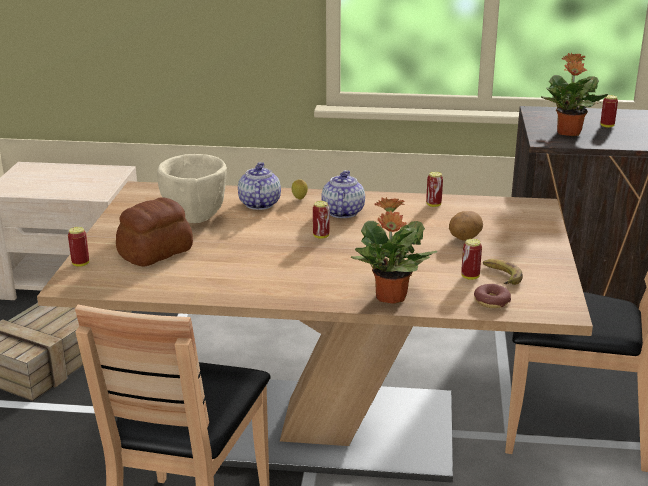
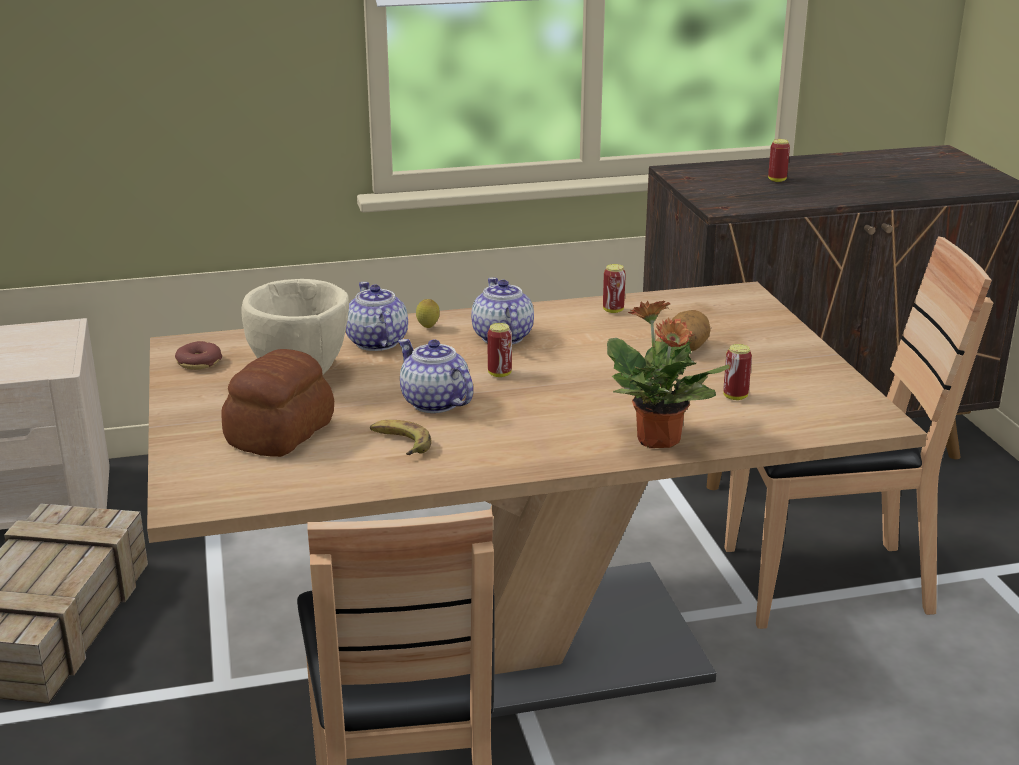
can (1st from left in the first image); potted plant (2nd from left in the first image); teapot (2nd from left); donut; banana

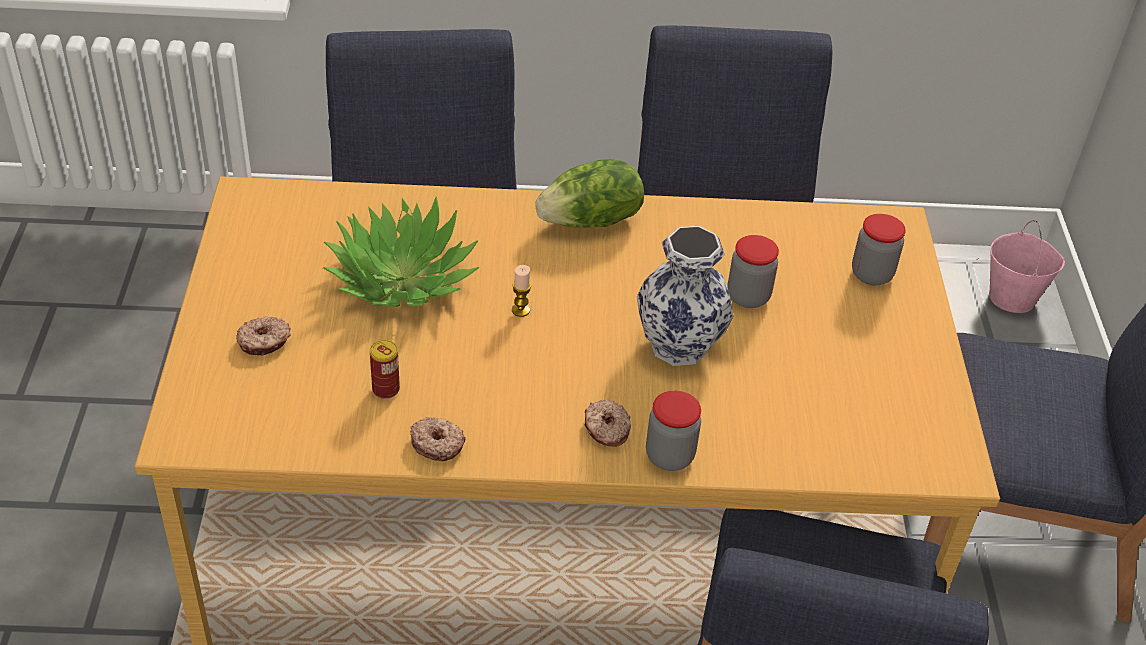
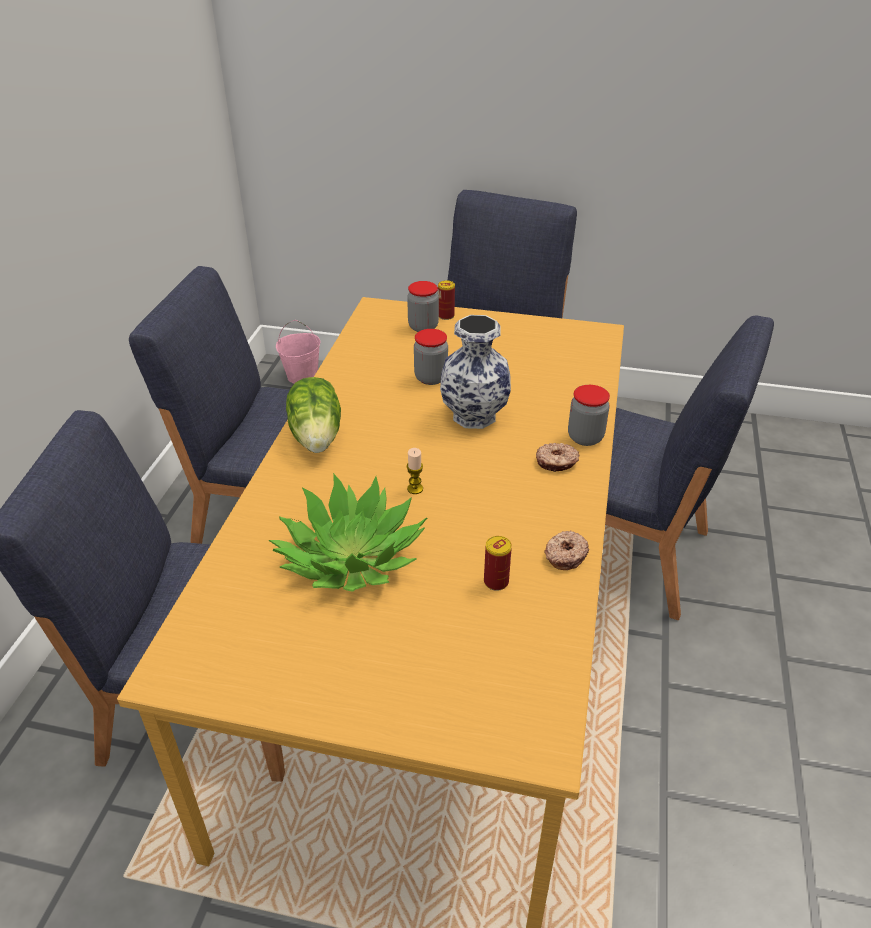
donut (1st from left in the first image); can (1st from left)

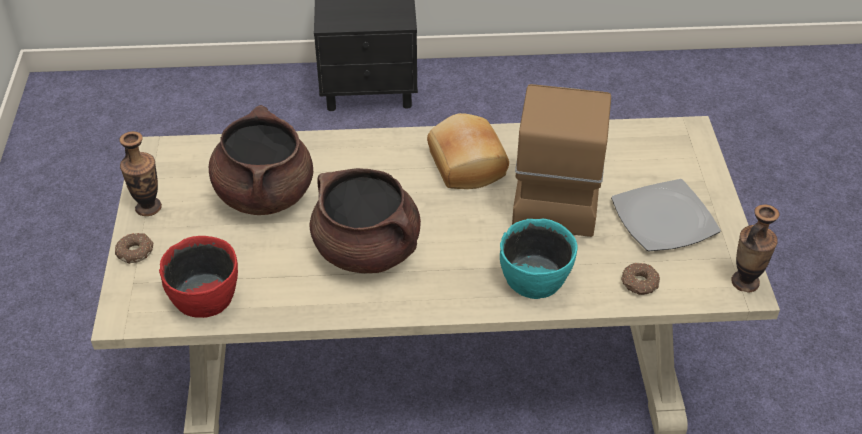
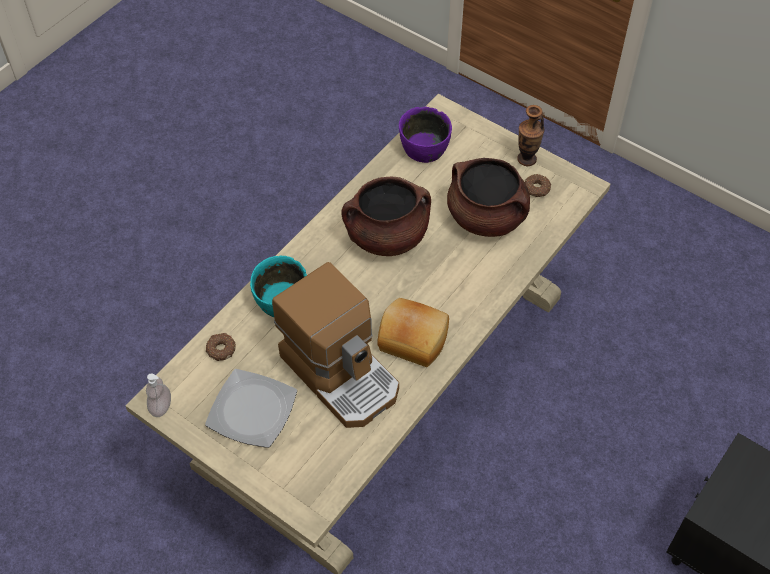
donut (2nd from left); soap dispenser; purple bowl

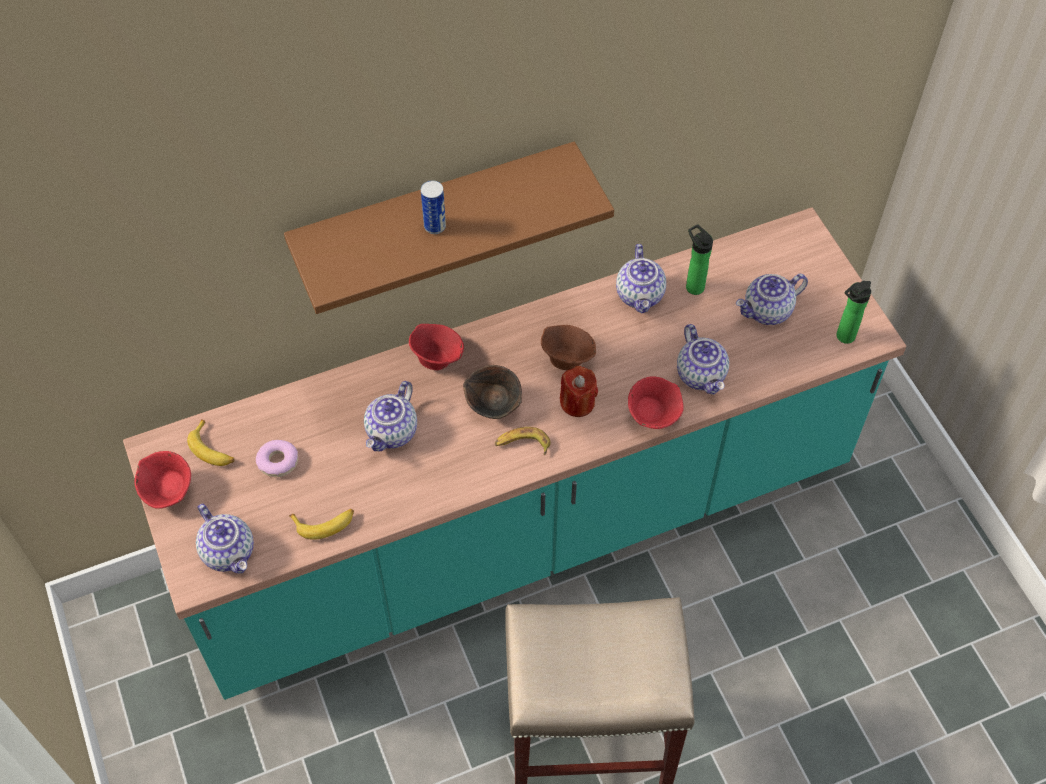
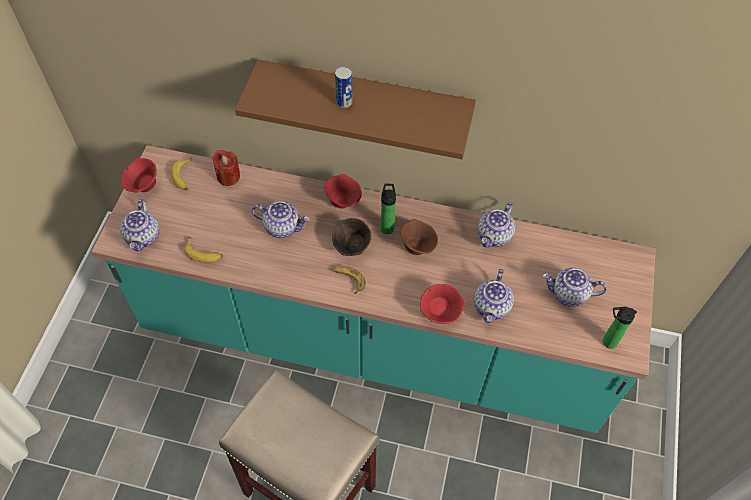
donut; red candle; bottle (1st from left); teapot (2nd from left)

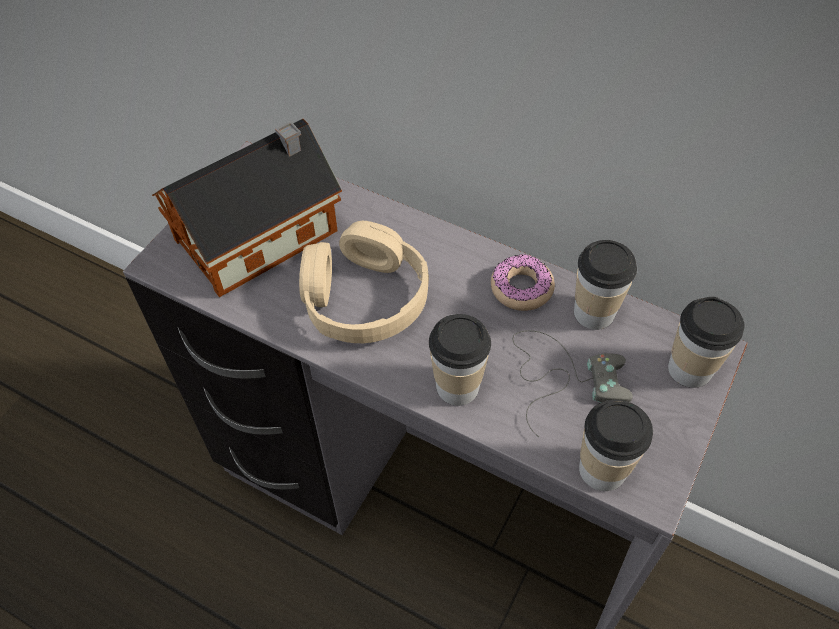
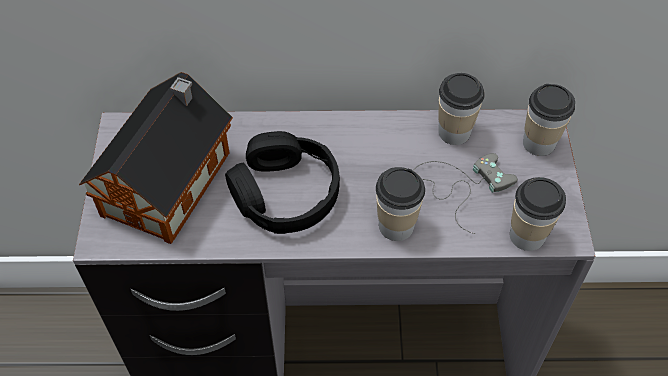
donut; black headphones

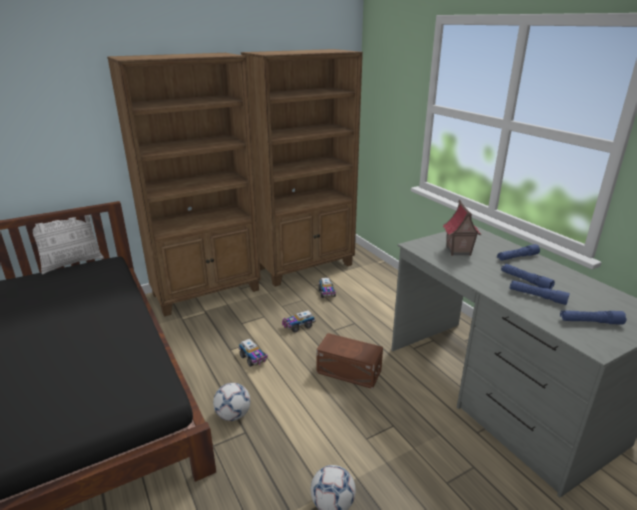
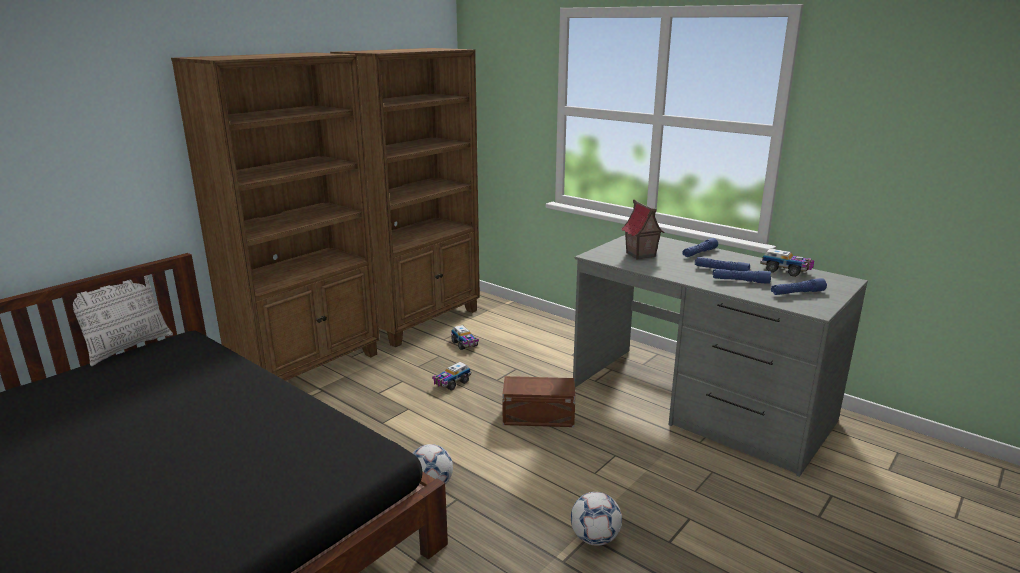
toy truck (3rd from left)

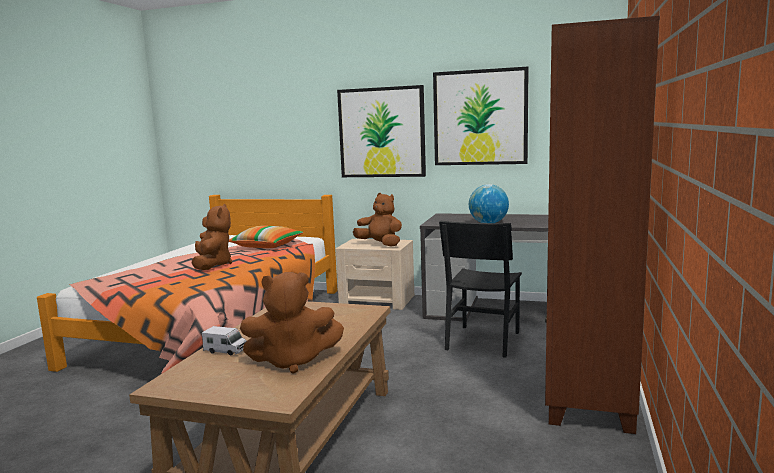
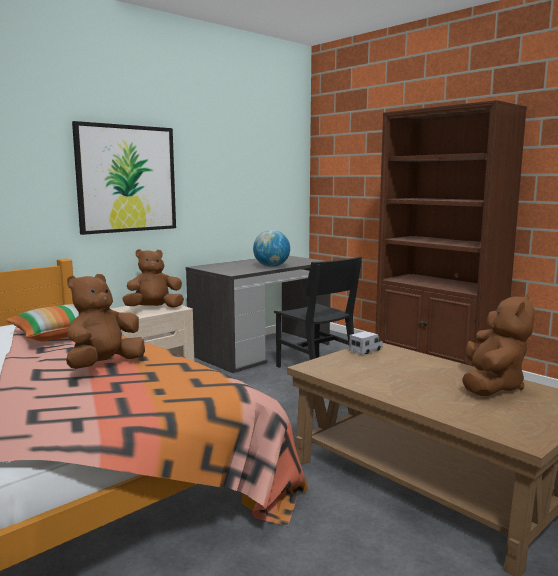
picture (2nd from left in the first image); toy truck; brown plush toy (1st from left)

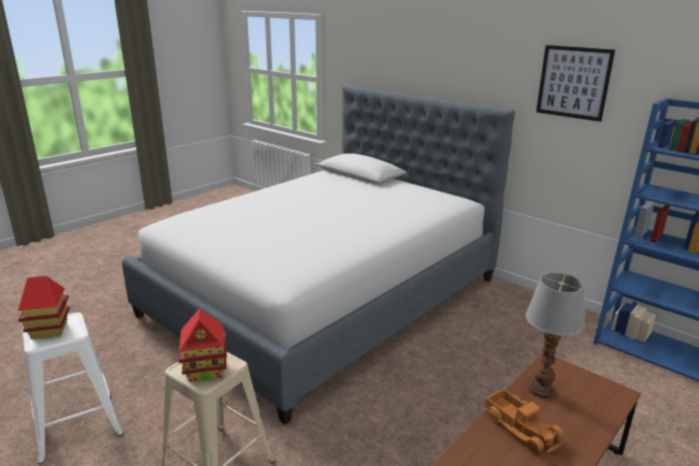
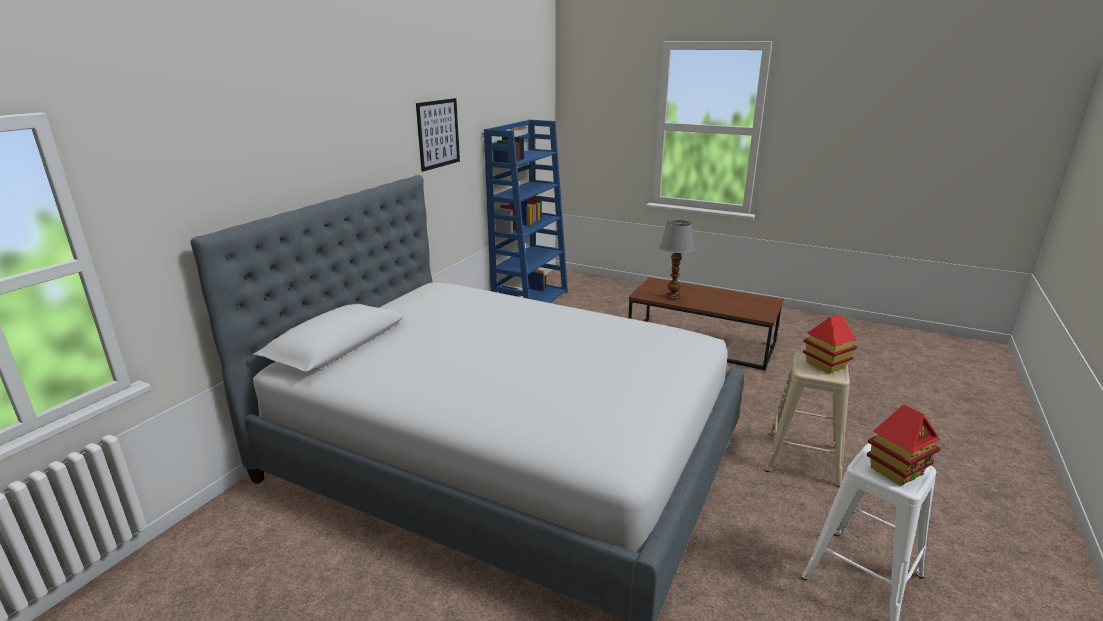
toy truck

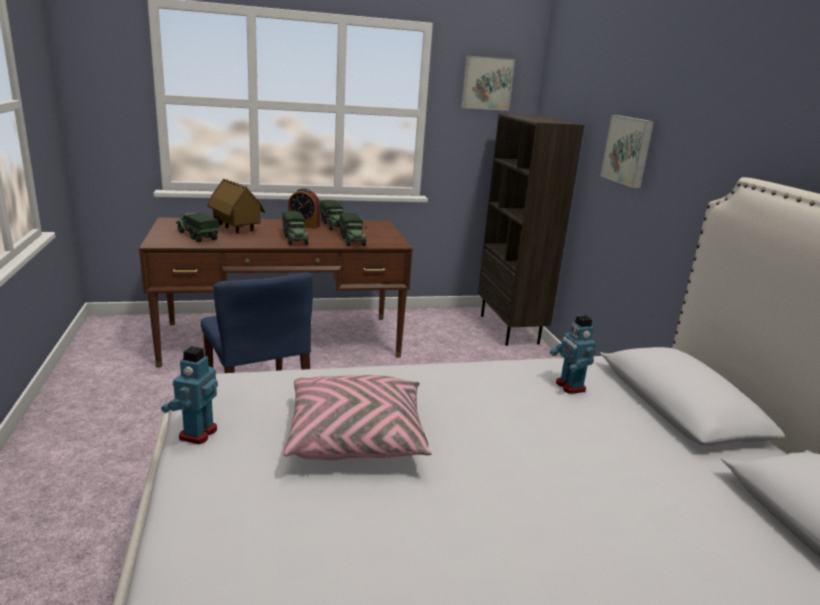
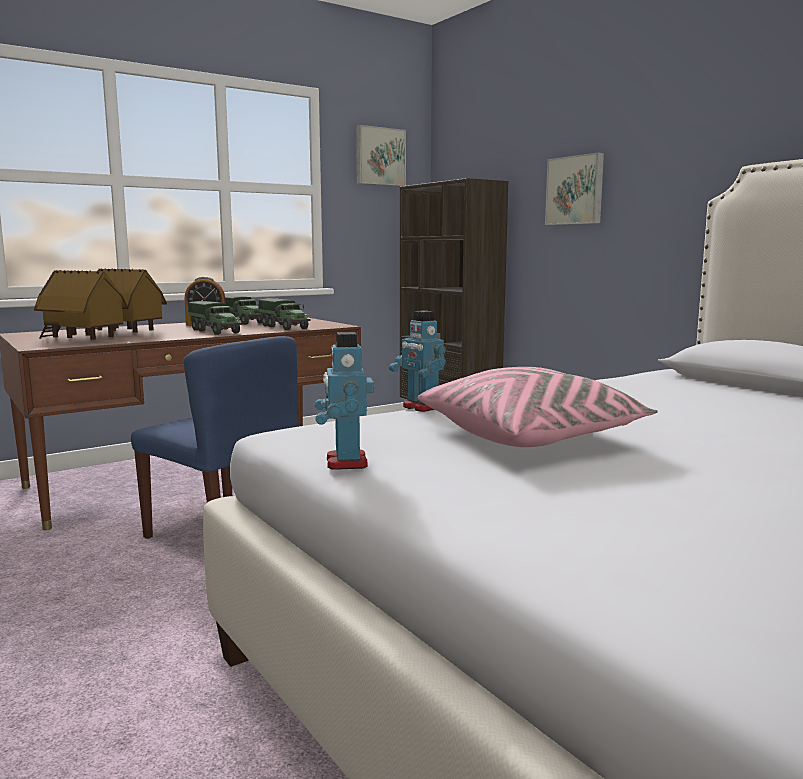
toy robot (2nd from left); toy house (1st from left)

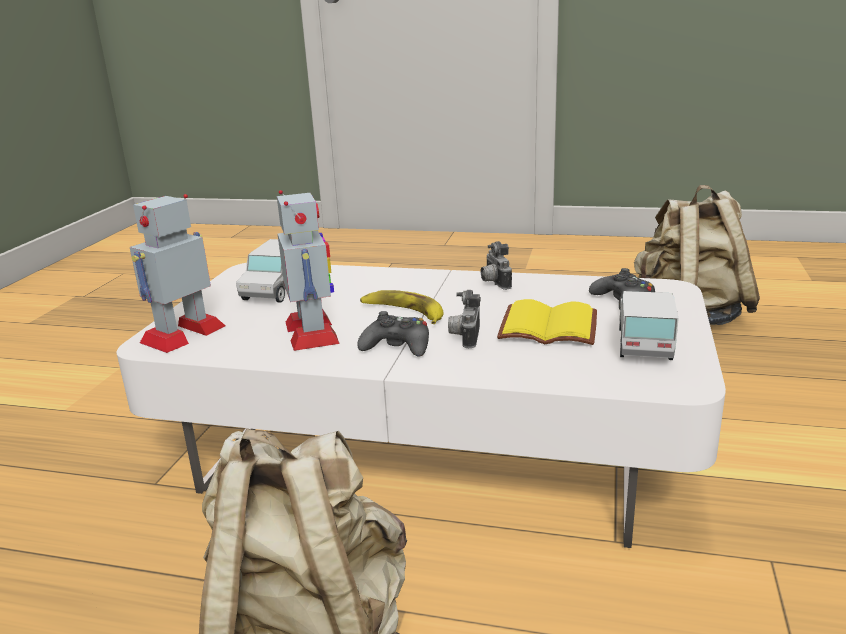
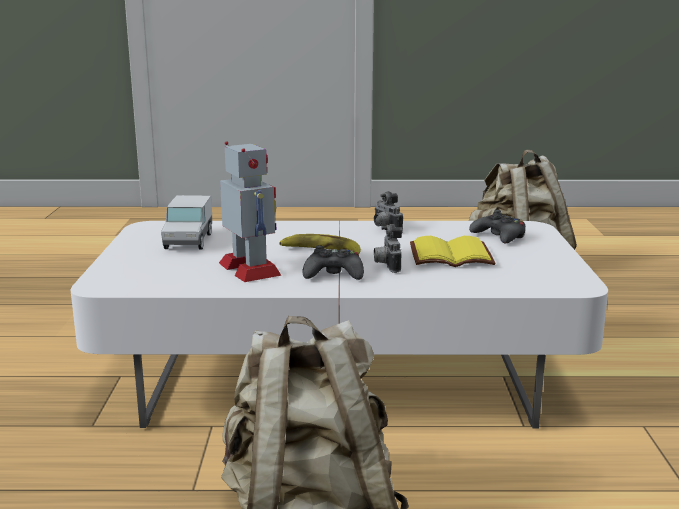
toy robot (1st from left in the first image); toy truck (2nd from left in the first image)

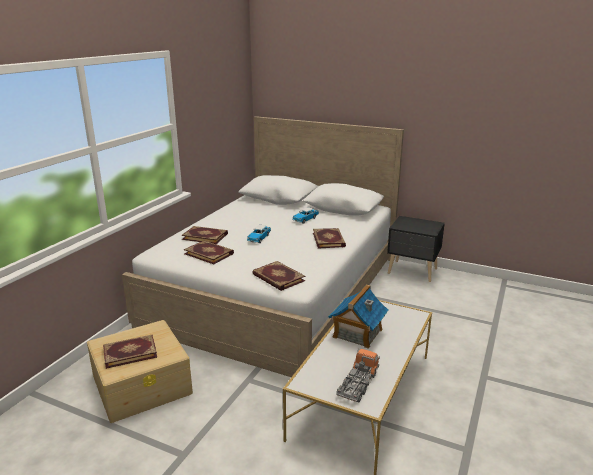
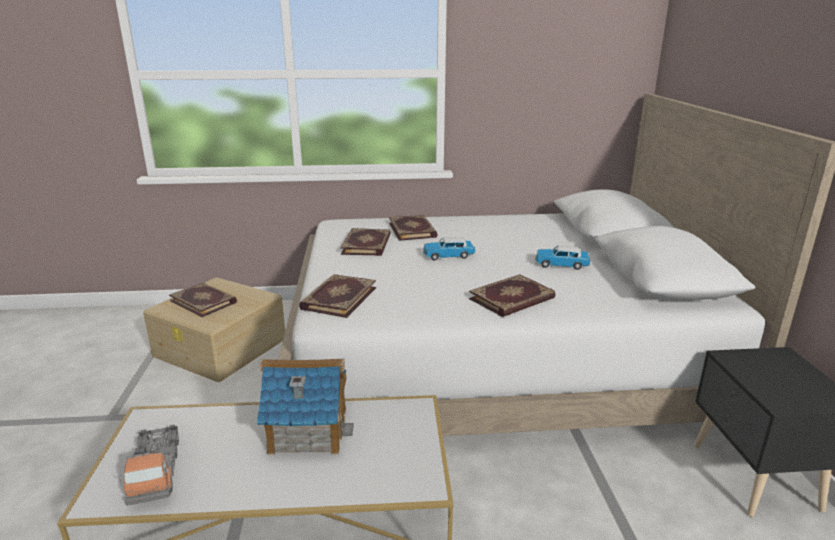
toy truck

